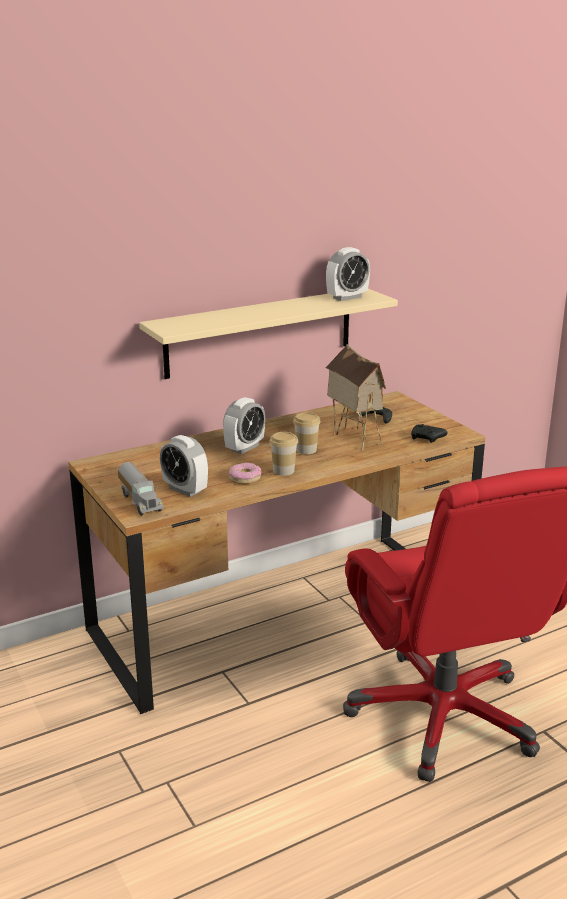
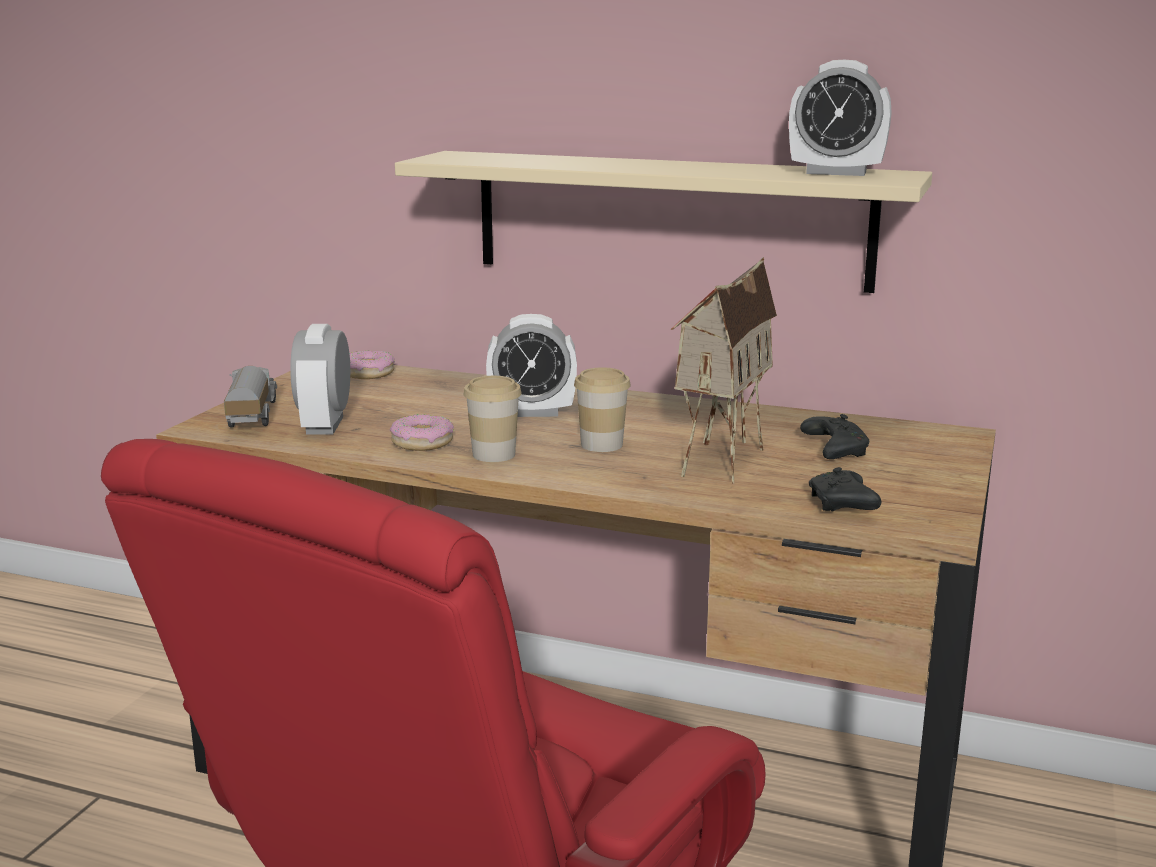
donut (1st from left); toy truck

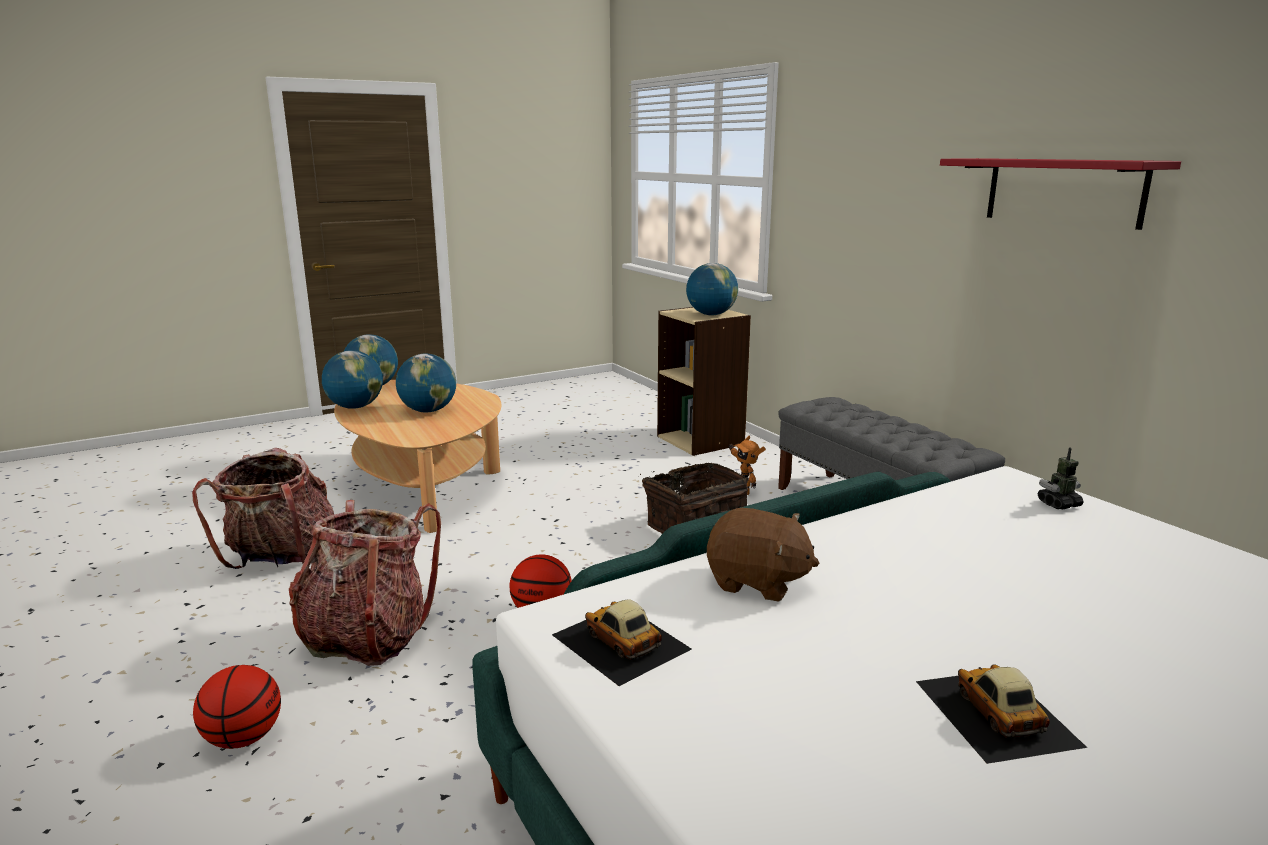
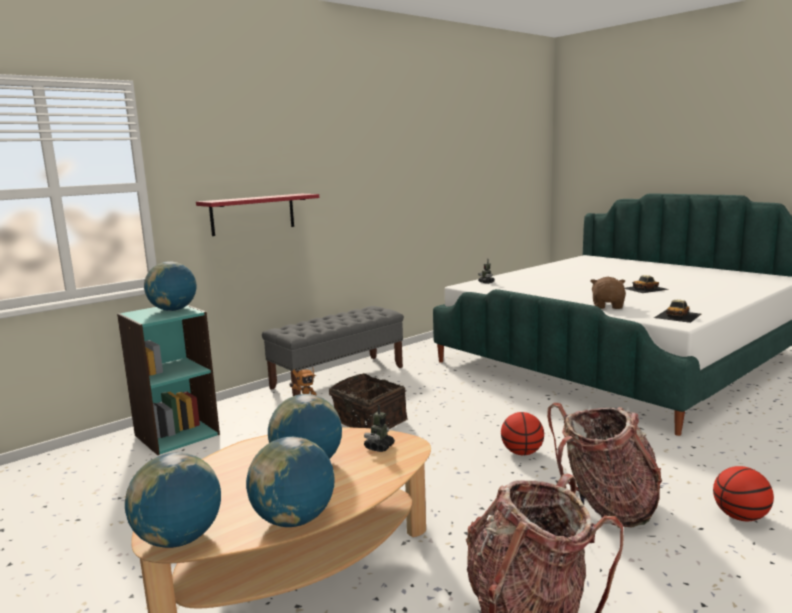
toy robot (2nd from left); red shelf; turquoise bookcase

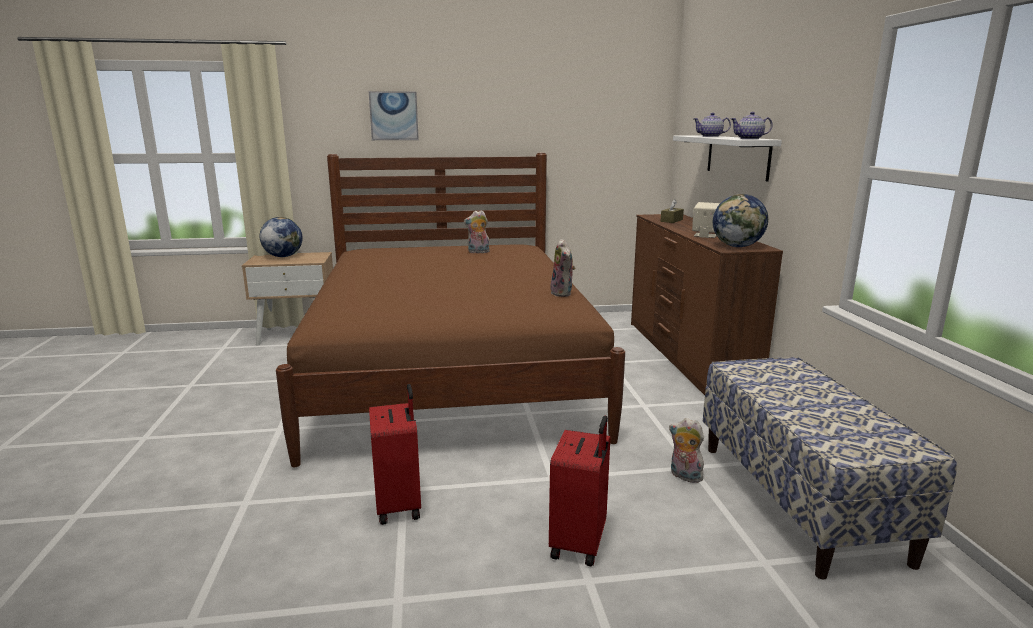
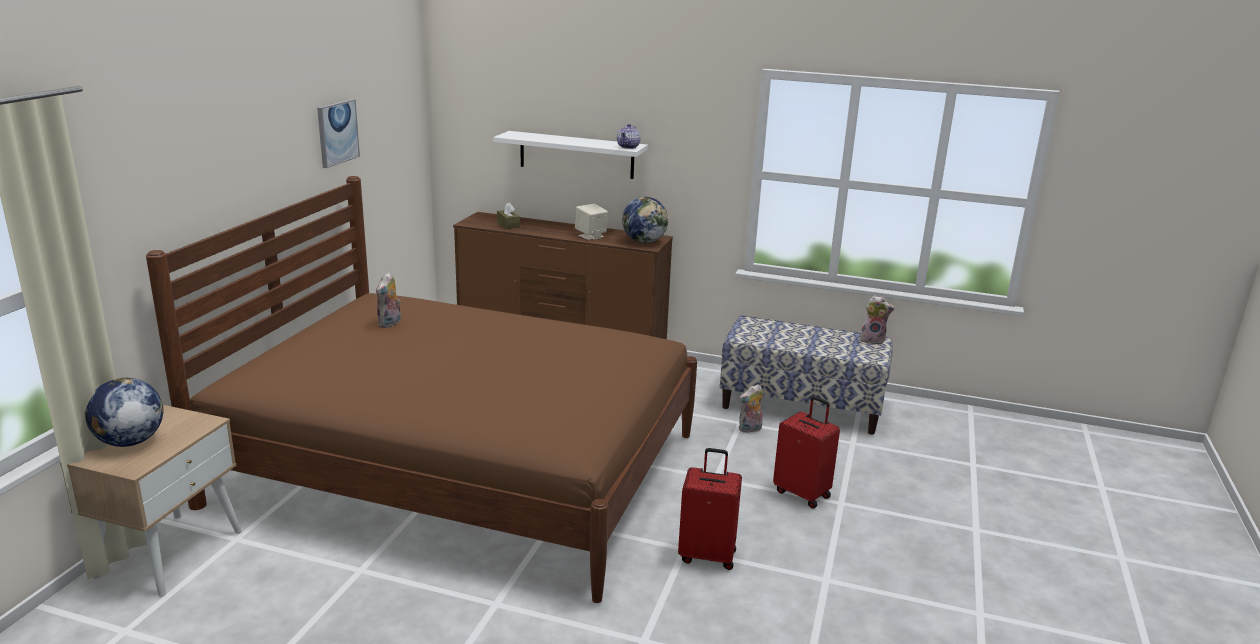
teapot (1st from left in the first image); picture; plush toy (3rd from left)

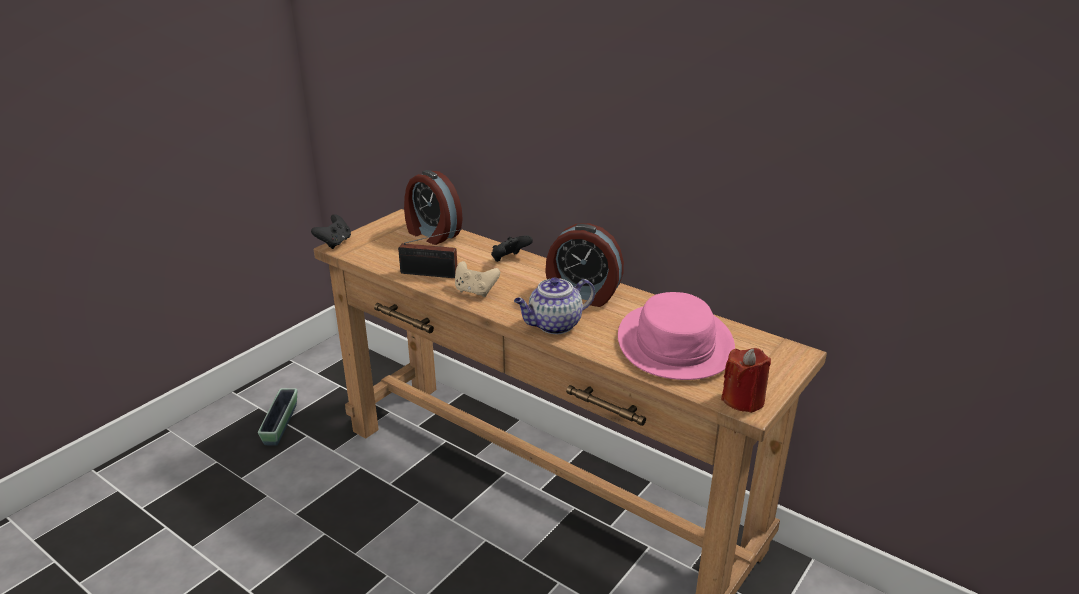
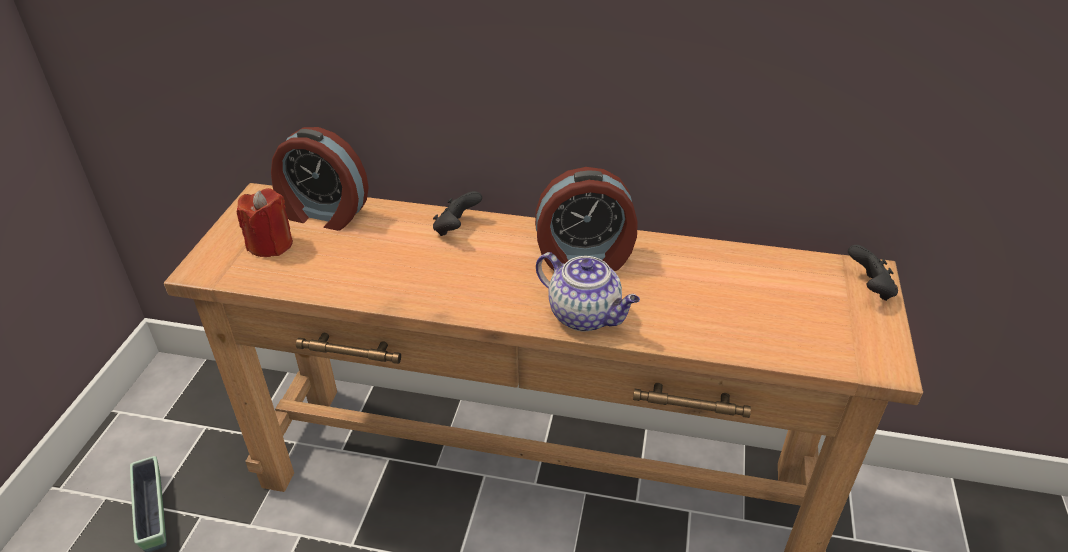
radio; beige game controller; pink hat; black game controller (2nd from left); red candle; teapot

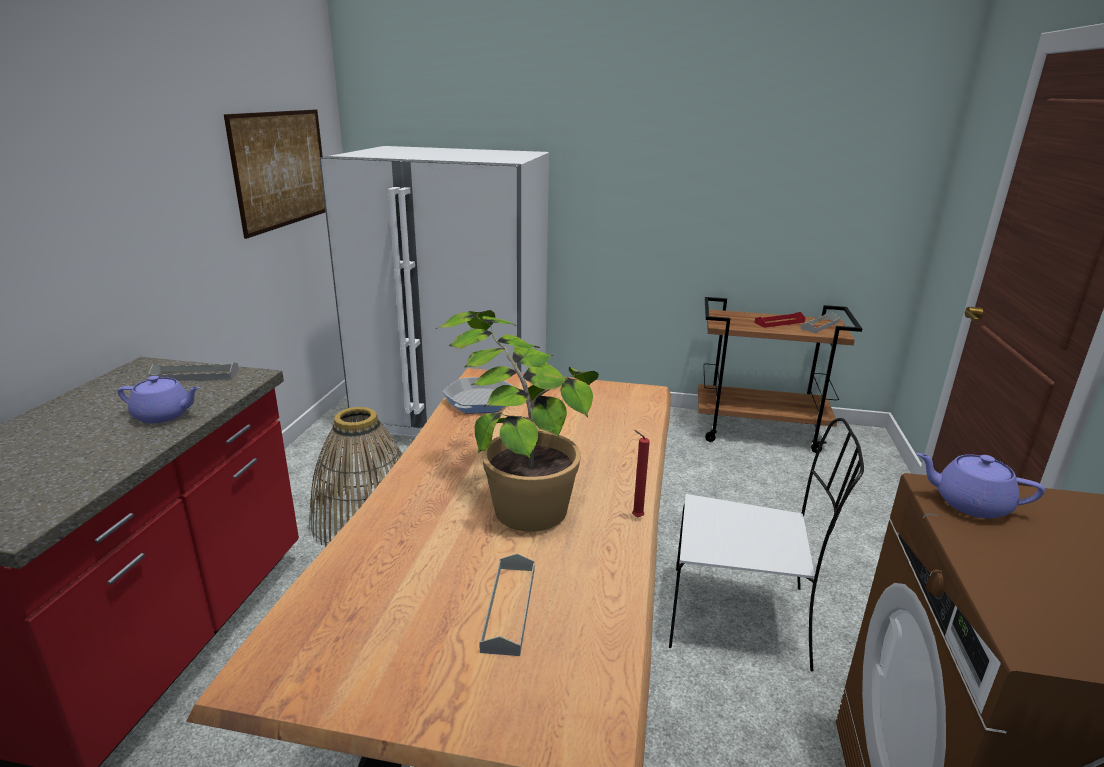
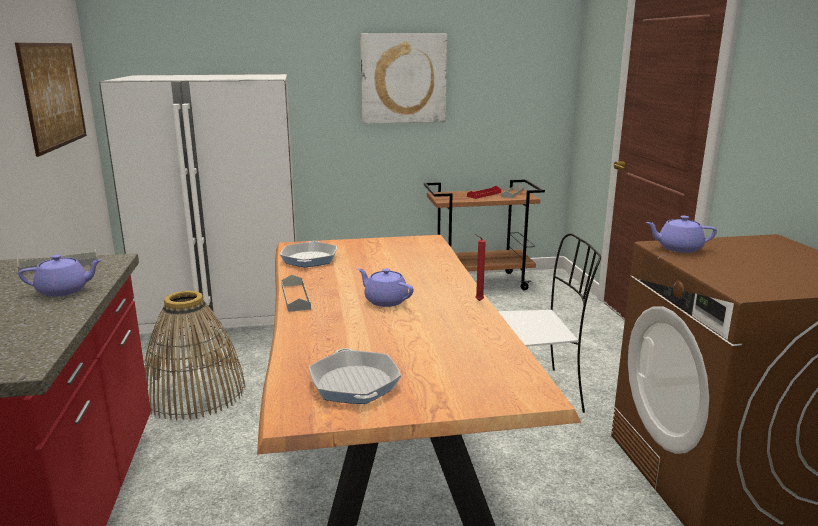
frying pan (2nd from left); picture (2nd from left); grey tray (2nd from left); purple teapot (2nd from left)

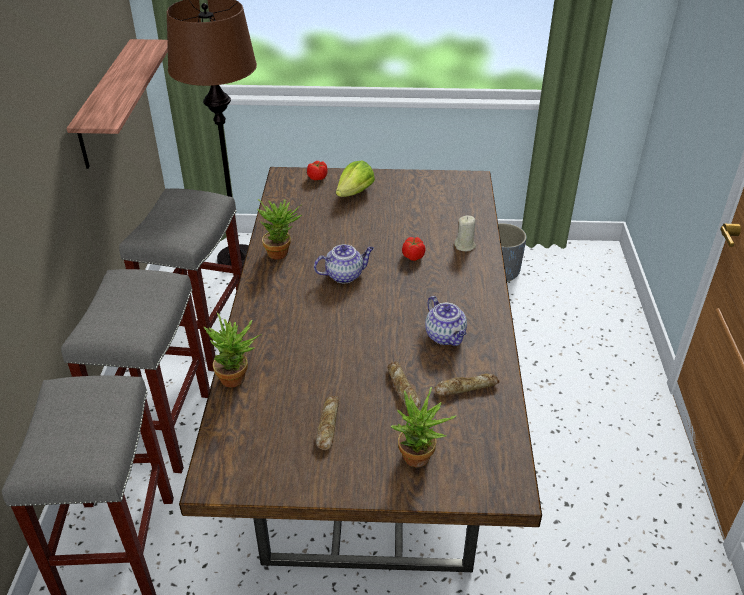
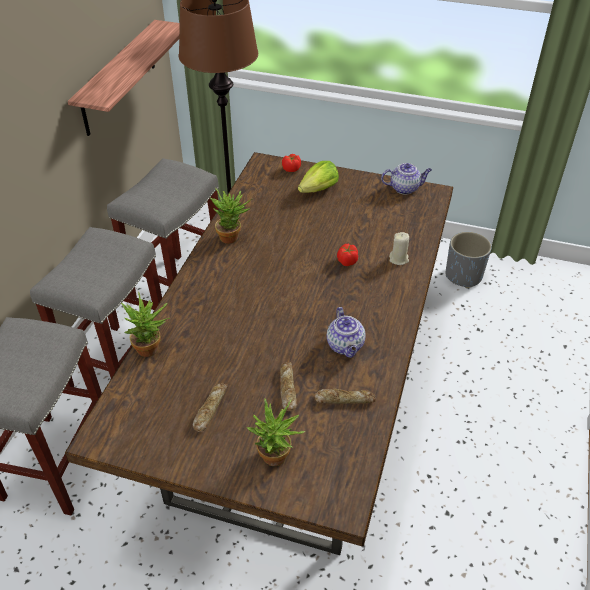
teapot (2nd from left)

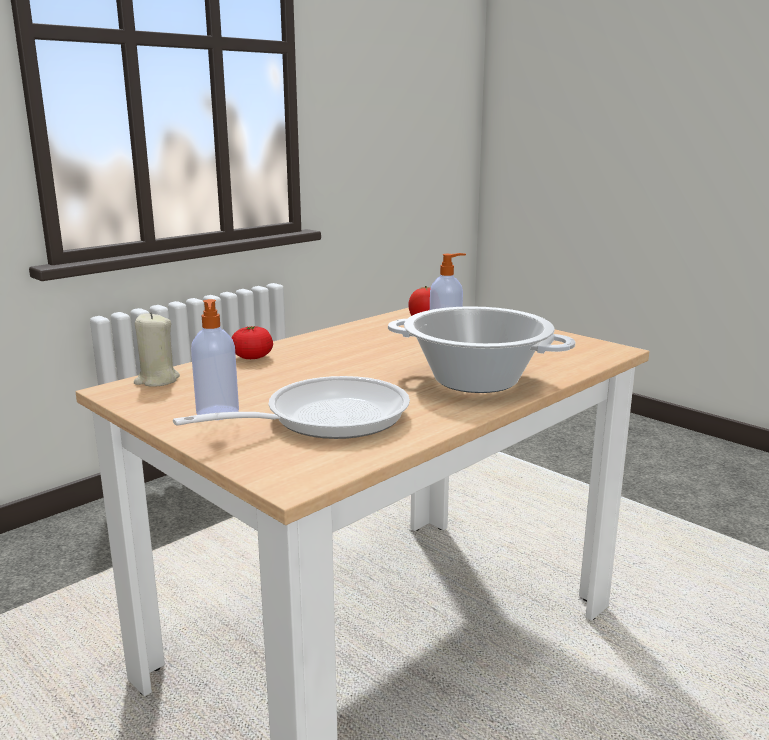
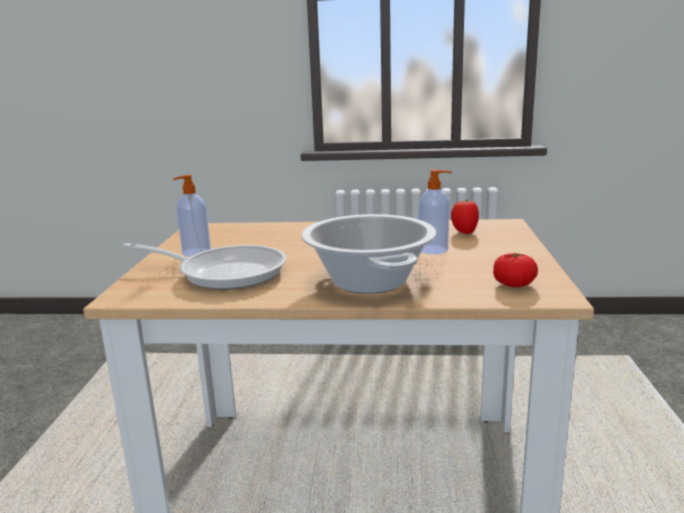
beige candle; tomato (2nd from left)

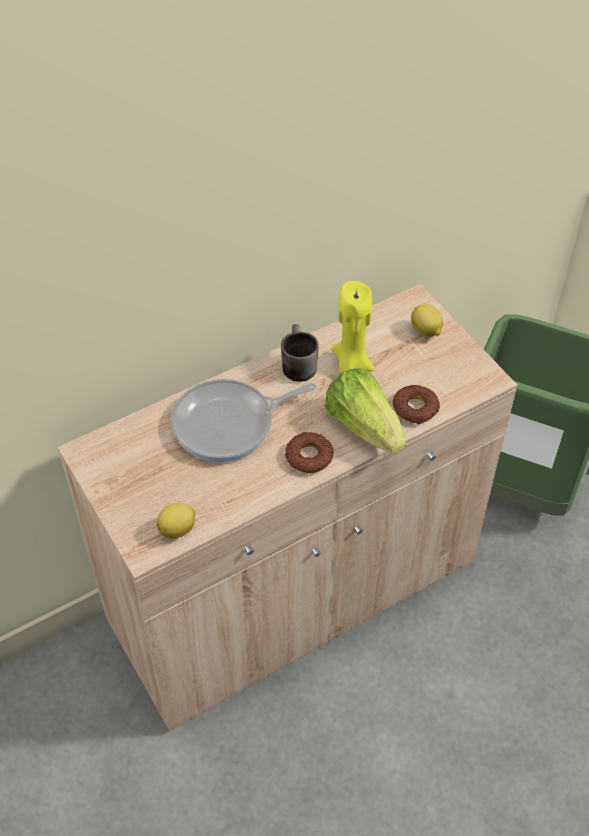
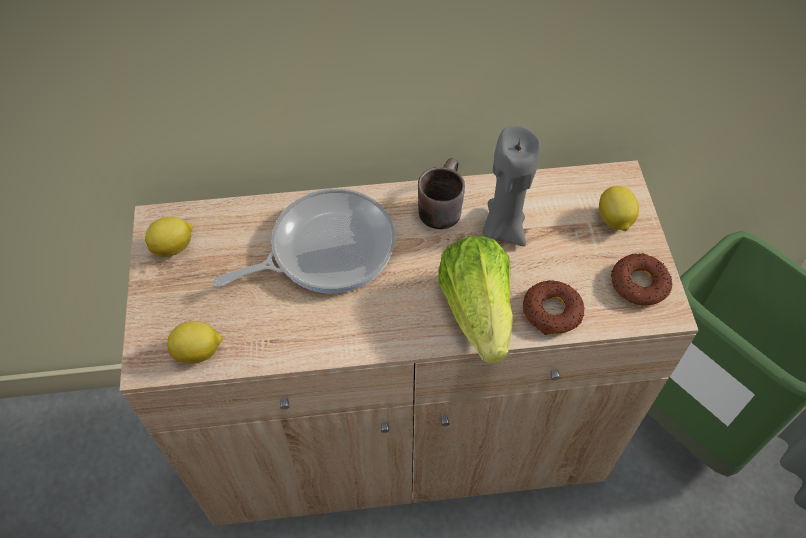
lemon (1st from left); donut (2nd from left); grey candle; frying pan

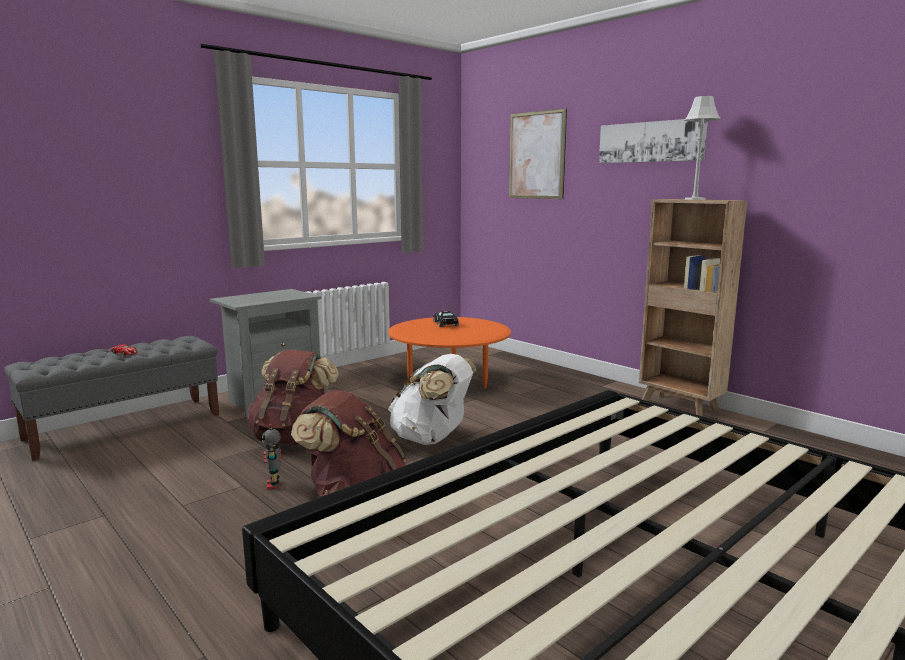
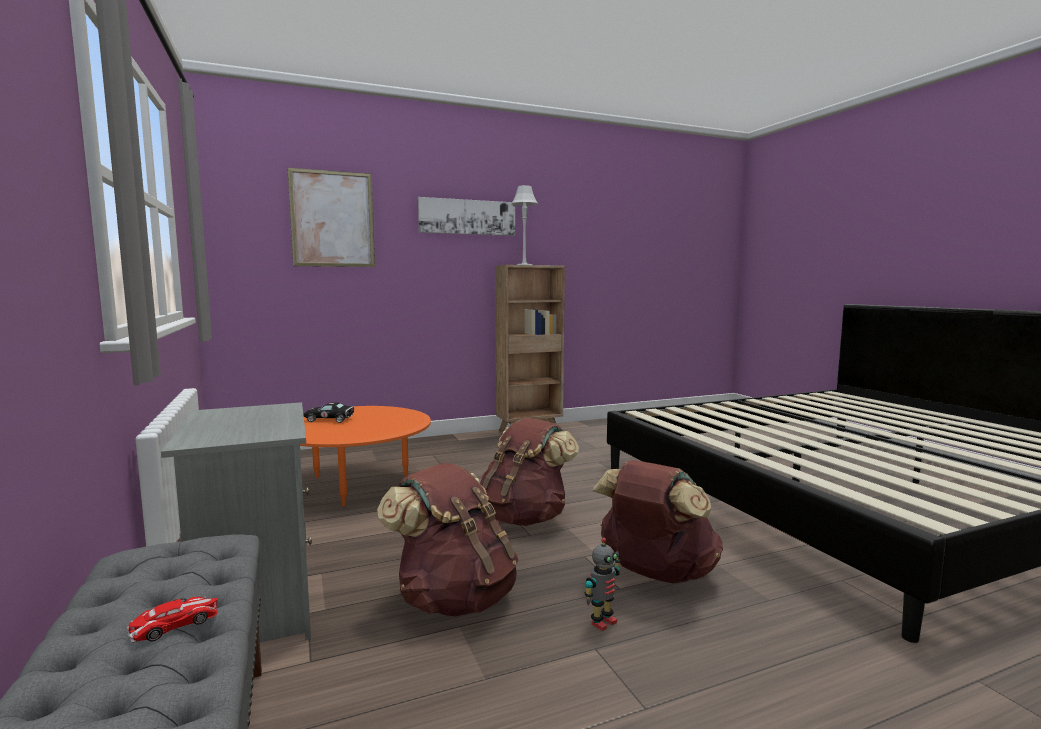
brown backpack (2nd from left); toy robot

